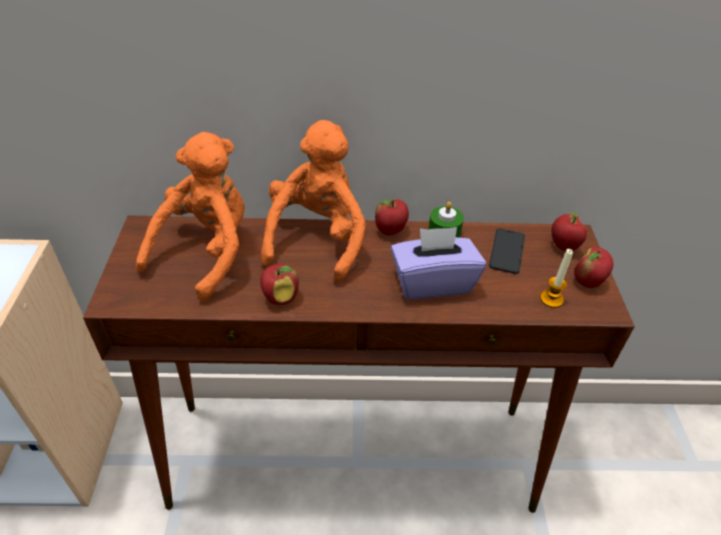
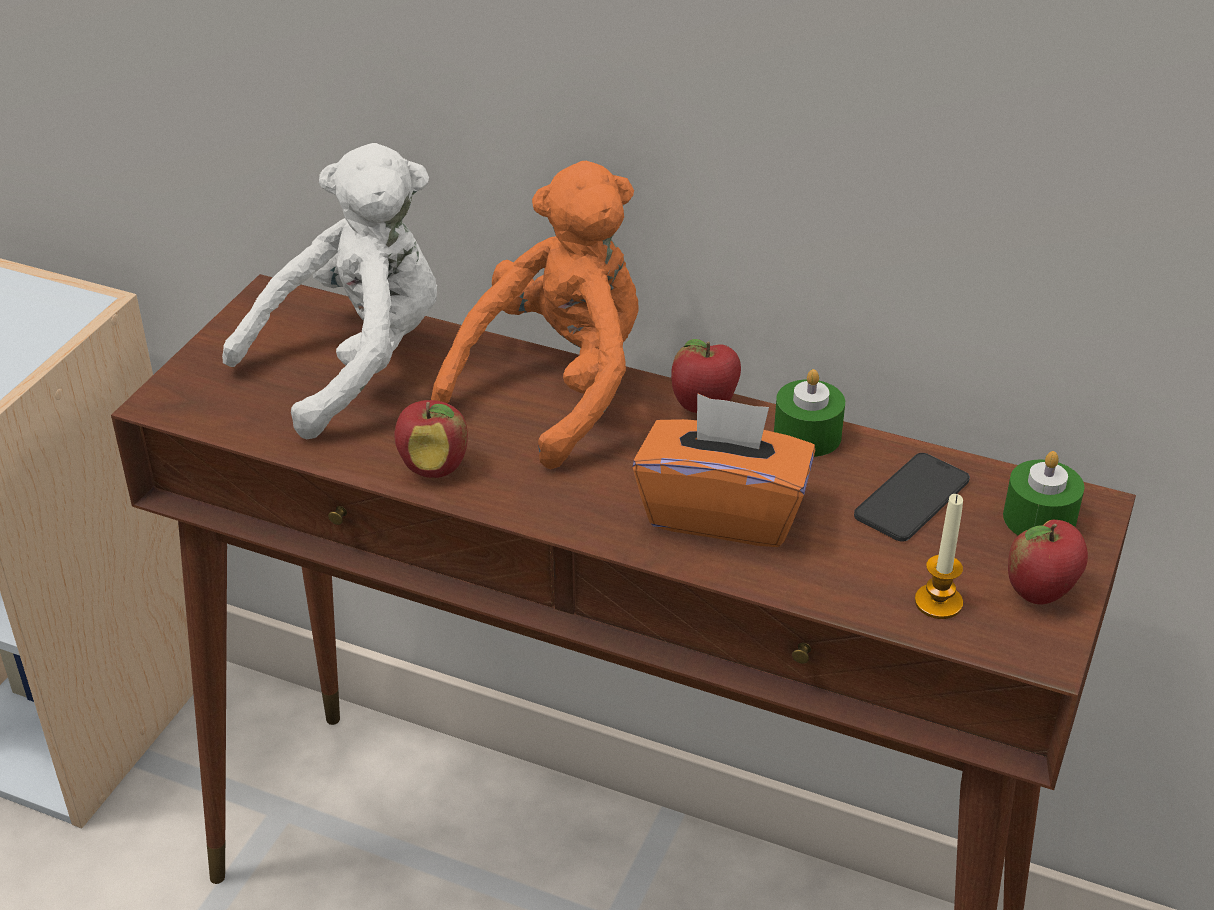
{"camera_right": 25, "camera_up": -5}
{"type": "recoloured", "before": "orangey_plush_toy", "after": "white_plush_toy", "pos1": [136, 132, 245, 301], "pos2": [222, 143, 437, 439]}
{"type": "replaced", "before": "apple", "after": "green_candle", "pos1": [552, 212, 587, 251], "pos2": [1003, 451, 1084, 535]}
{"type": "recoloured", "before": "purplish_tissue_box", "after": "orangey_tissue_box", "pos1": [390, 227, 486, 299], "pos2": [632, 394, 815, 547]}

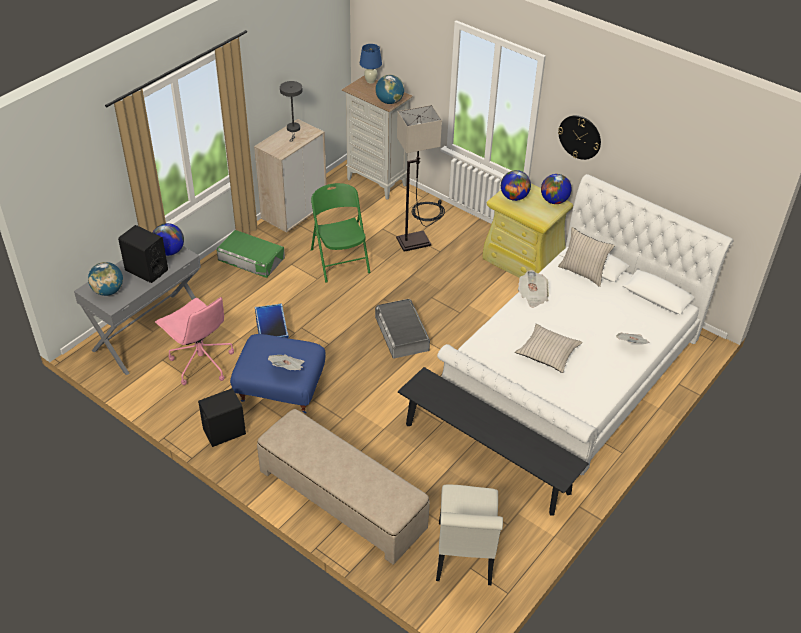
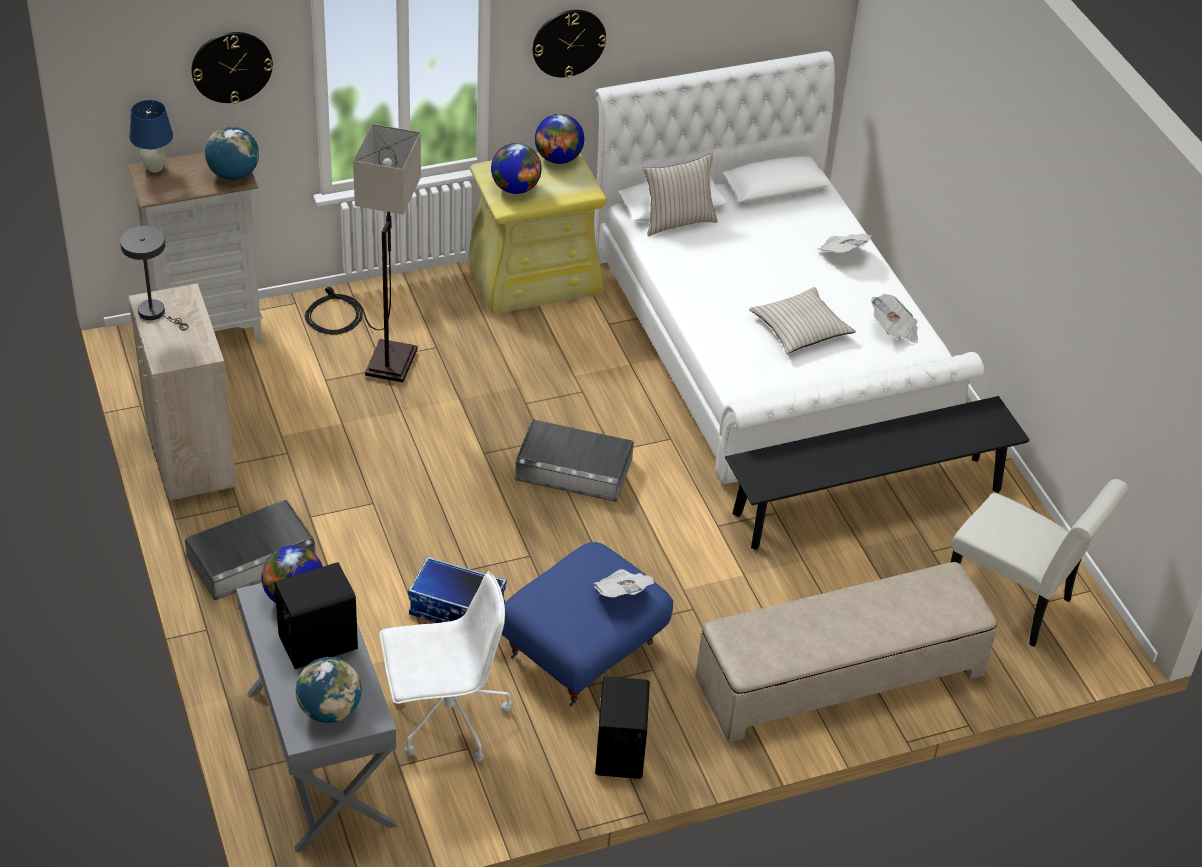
{"camera_right": -60, "camera_up": 0}
{"type": "removed", "before": "green_plain_chair", "pos1": [311, 183, 371, 283]}
{"type": "recoloured", "before": "green_storage_bin", "after": "greyish_storage_bin", "pos1": [217, 230, 285, 278], "pos2": [184, 500, 316, 600]}
{"type": "moved", "before": "newspaper", "pos1": [518, 270, 549, 308], "pos2": [871, 294, 918, 343]}
{"type": "recoloured", "before": "pink_office_chair", "after": "white_office_chair", "pos1": [155, 297, 234, 385], "pos2": [380, 571, 512, 762]}
{"type": "added", "after": "clock_on_the_wall", "pos2": [191, 32, 273, 104]}

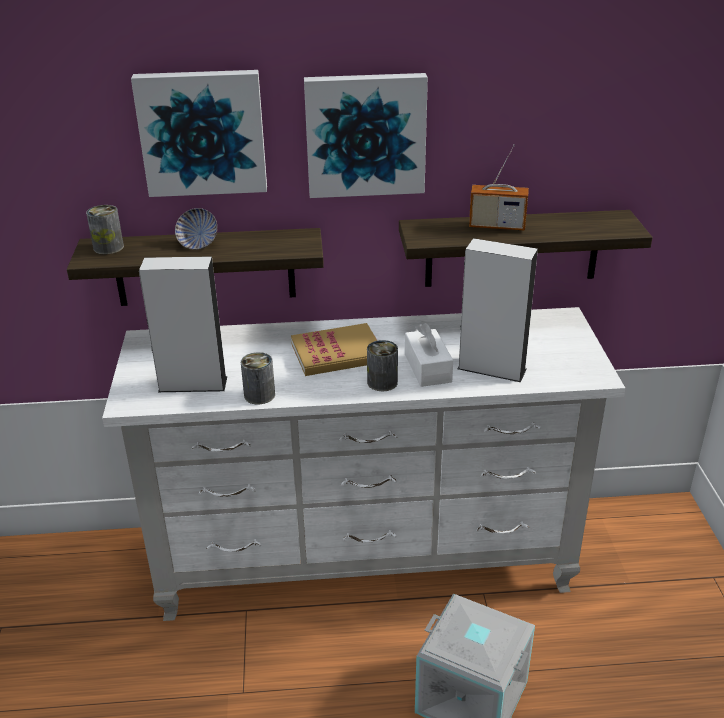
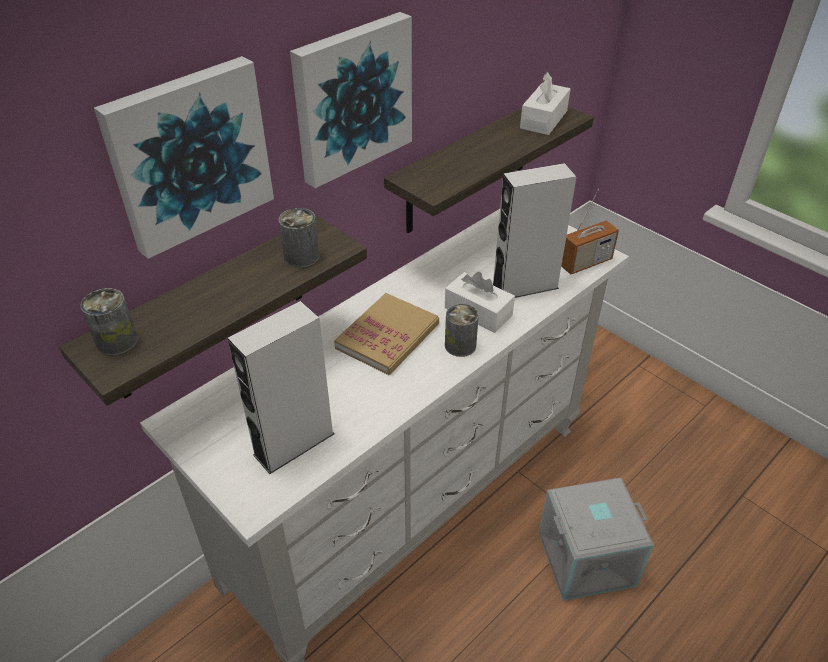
{"camera_right": -40, "camera_up": 10}
{"type": "moved", "before": "radio", "pos1": [469, 144, 529, 231], "pos2": [561, 188, 619, 275]}
{"type": "removed", "before": "serving_bowl", "pos1": [175, 208, 217, 250]}
{"type": "moved", "before": "sealed_can", "pos1": [241, 352, 275, 405], "pos2": [278, 208, 319, 268]}
{"type": "added", "after": "white_tissue_box", "pos2": [520, 72, 570, 135]}

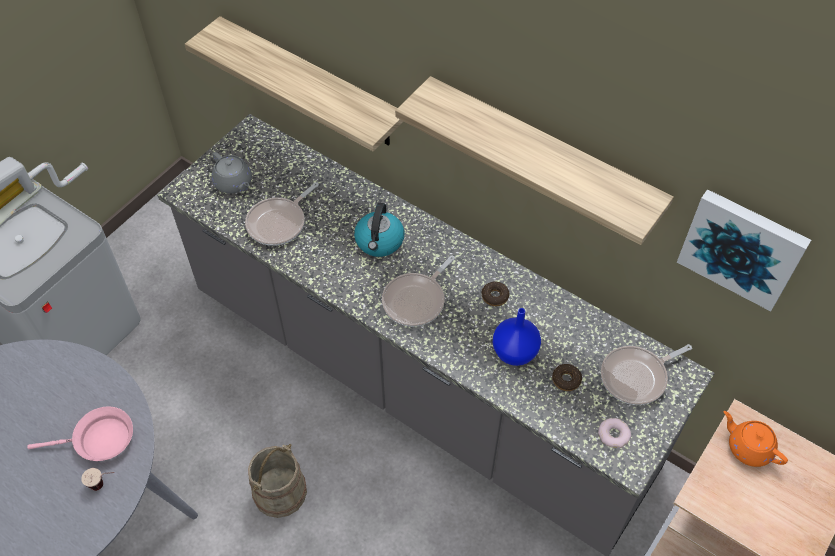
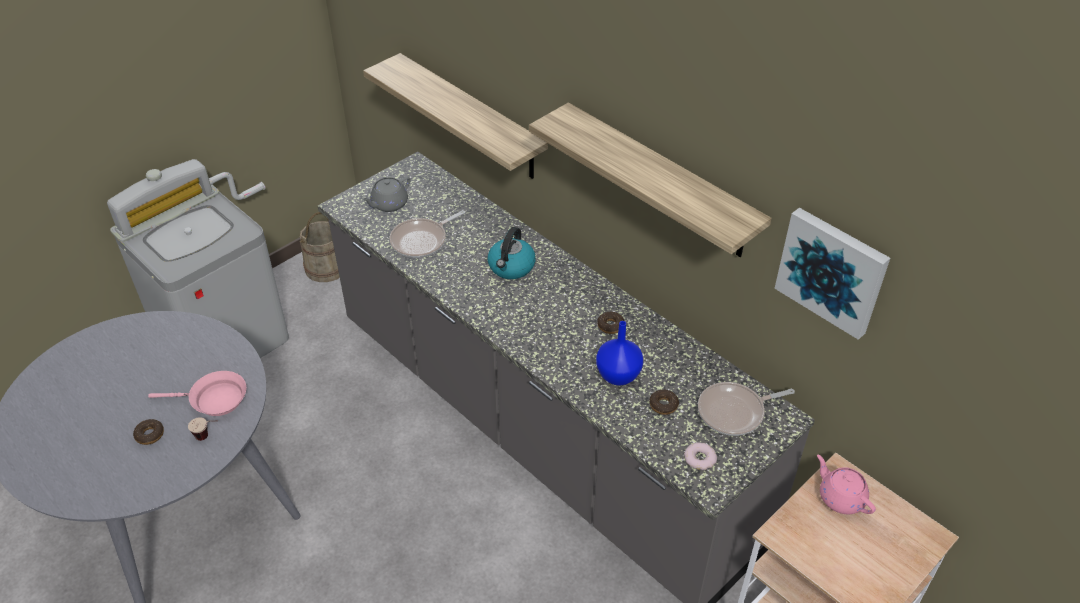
{"camera_right": 10, "camera_up": -10}
{"type": "turned", "before": "greyish_teapot", "pos1": [212, 152, 252, 193], "pos2": [362, 176, 411, 212], "turn": 75}
{"type": "removed", "before": "skillet", "pos1": [382, 256, 455, 327]}
{"type": "recoloured", "before": "orangey_teapot", "after": "pink_teapot", "pos1": [724, 411, 788, 467], "pos2": [817, 455, 876, 514]}
{"type": "moved", "before": "sand-coloured_water_bucket", "pos1": [248, 444, 307, 518], "pos2": [300, 212, 340, 282]}
{"type": "added", "after": "ring_doughnut", "pos2": [133, 419, 164, 445]}

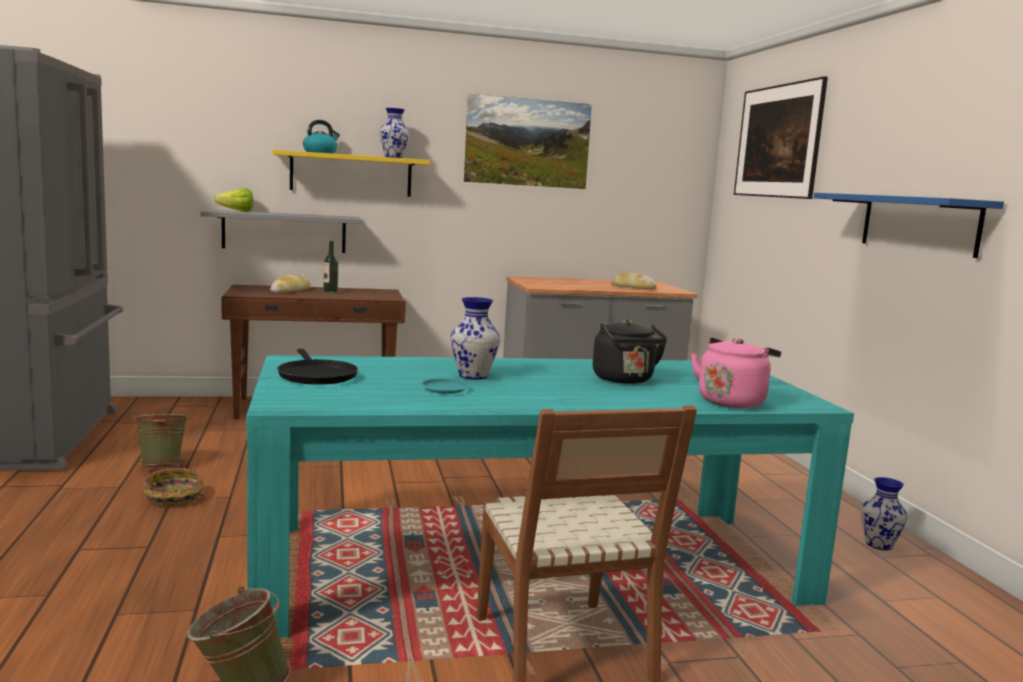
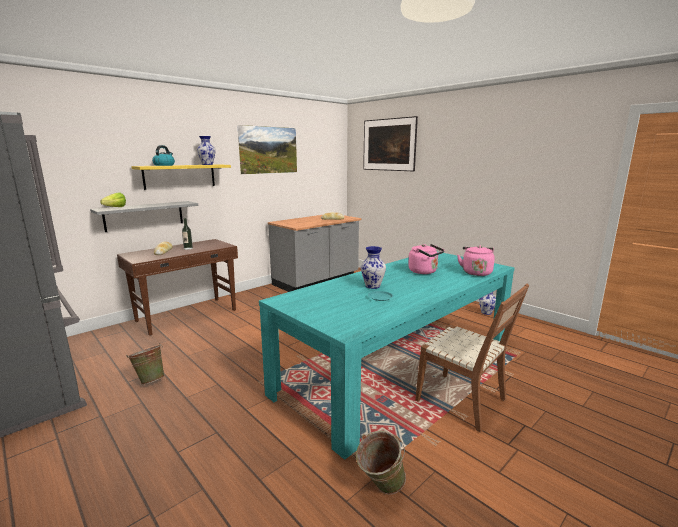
{"camera_right": -30, "camera_up": 5}
{"type": "removed", "before": "bluish_bracket_shelf", "pos1": [813, 193, 1004, 258]}
{"type": "recoloured", "before": "blackish_tea_kettle", "after": "pink_tea_kettle", "pos1": [593, 320, 667, 384], "pos2": [408, 244, 445, 274]}
{"type": "removed", "before": "blackish_skillet", "pos1": [277, 349, 358, 385]}
{"type": "removed", "before": "household_basket", "pos1": [143, 468, 204, 507]}

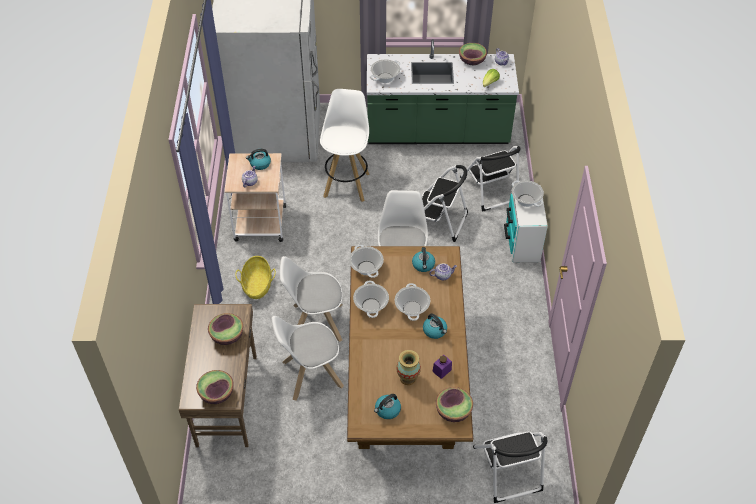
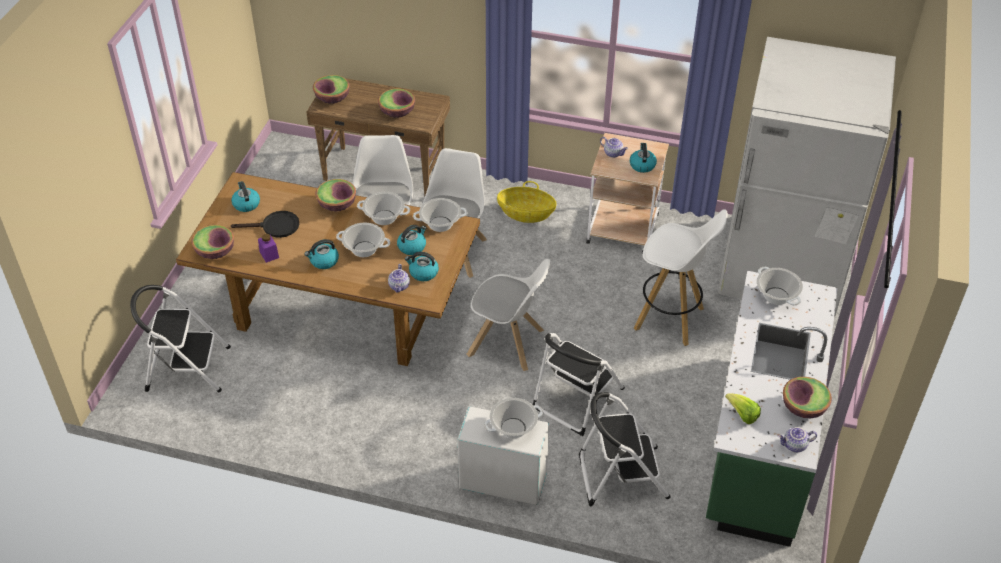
{"camera_right": 105, "camera_up": -5}
{"type": "replaced", "before": "decorative_vase", "after": "blackish_skillet", "pos1": [396, 350, 421, 385], "pos2": [231, 211, 299, 238]}
{"type": "added", "after": "serving_bowl", "pos2": [316, 179, 356, 212]}
{"type": "added", "after": "tea_kettle", "pos2": [397, 225, 426, 255]}

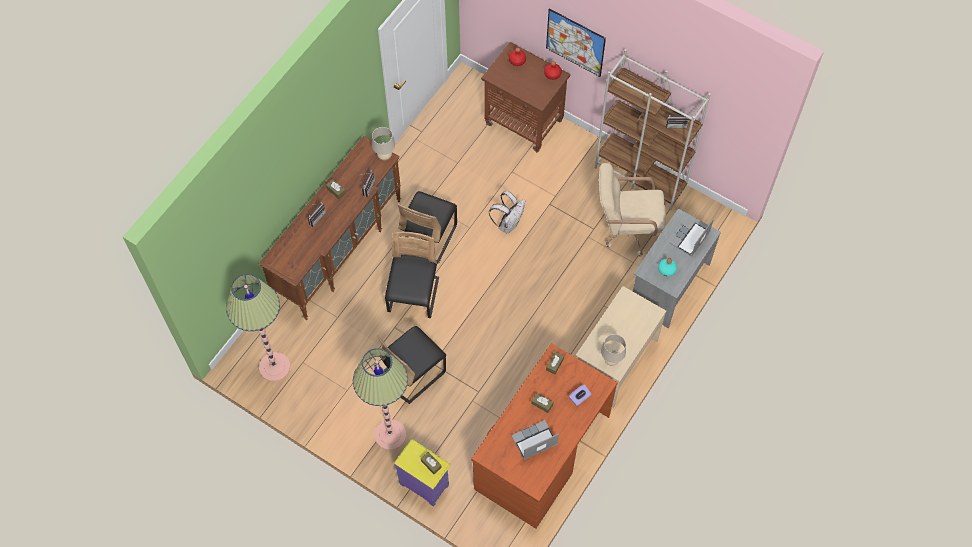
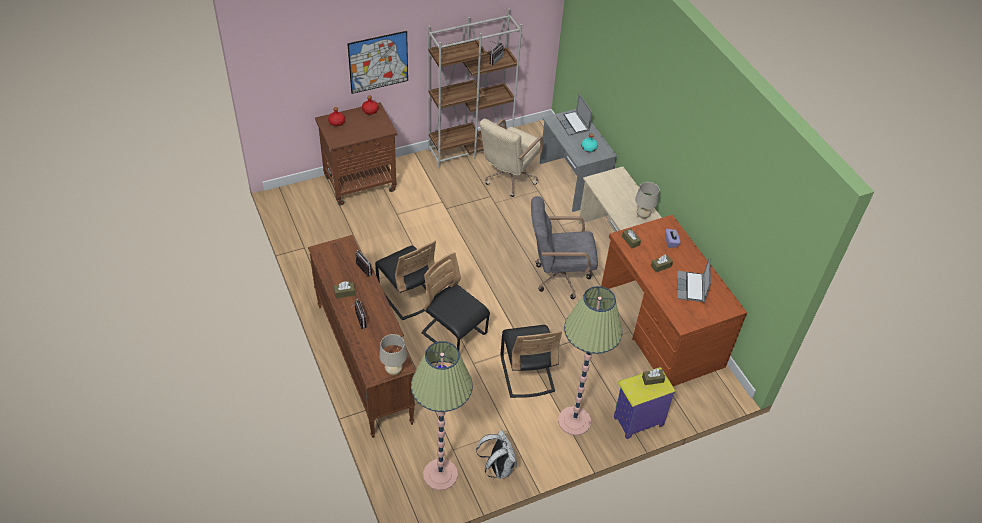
{"camera_right": -60, "camera_up": -15}
{"type": "moved", "before": "sand-coloured_lamp_for_a_table", "pos1": [372, 127, 395, 160], "pos2": [379, 334, 407, 375]}
{"type": "moved", "before": "white_backpack", "pos1": [489, 191, 525, 234], "pos2": [476, 430, 517, 479]}
{"type": "added", "after": "greyish_office_chair", "pos2": [531, 196, 598, 299]}

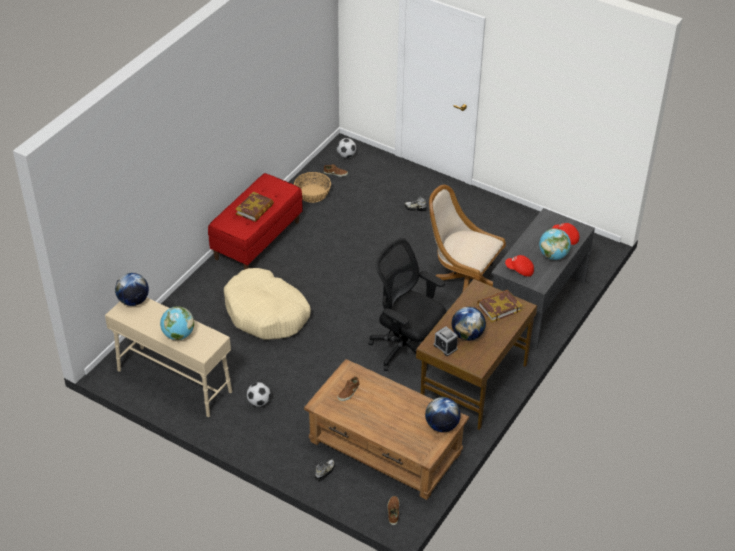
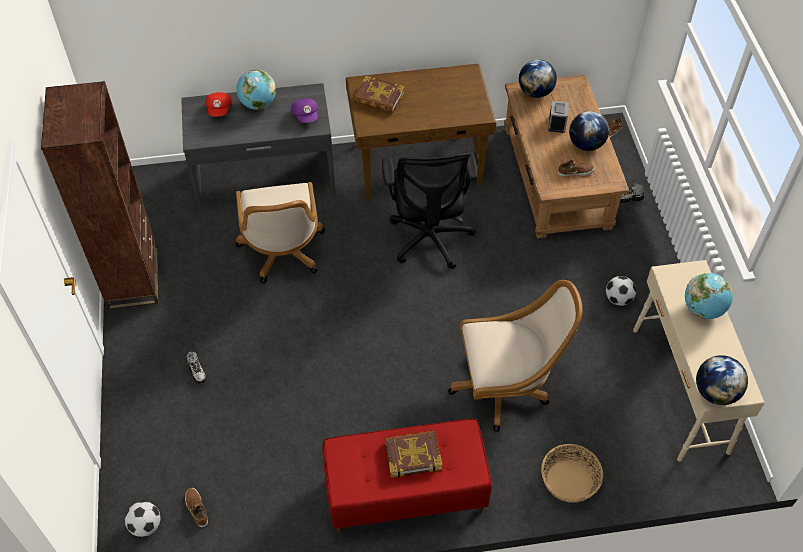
{"camera_right": -130, "camera_up": 10}
{"type": "moved", "before": "household_basket", "pos1": [294, 172, 331, 203], "pos2": [541, 444, 603, 503]}
{"type": "recoloured", "before": "reddish_baseball_cap", "after": "purplish_baseball_cap", "pos1": [505, 255, 534, 277], "pos2": [291, 98, 318, 123]}
{"type": "replaced", "before": "sand-coloured_pet_bed", "after": "office_chair", "pos1": [224, 268, 311, 340], "pos2": [448, 280, 583, 432]}
{"type": "moved", "before": "globe", "pos1": [452, 307, 486, 341], "pos2": [569, 111, 609, 151]}
{"type": "moved", "before": "table_clock", "pos1": [434, 327, 458, 356], "pos2": [548, 101, 569, 133]}
{"type": "added", "after": "brown_bookcase", "pos2": [41, 81, 158, 310]}

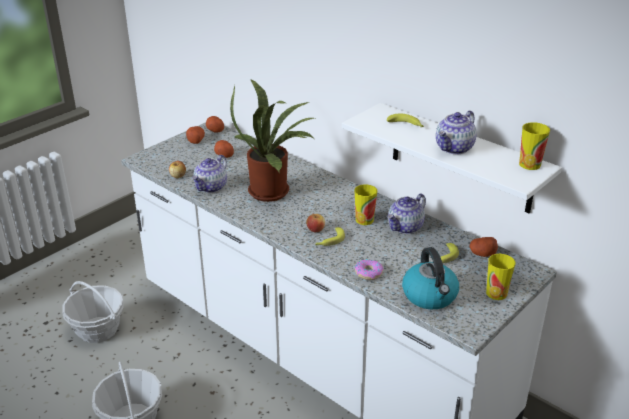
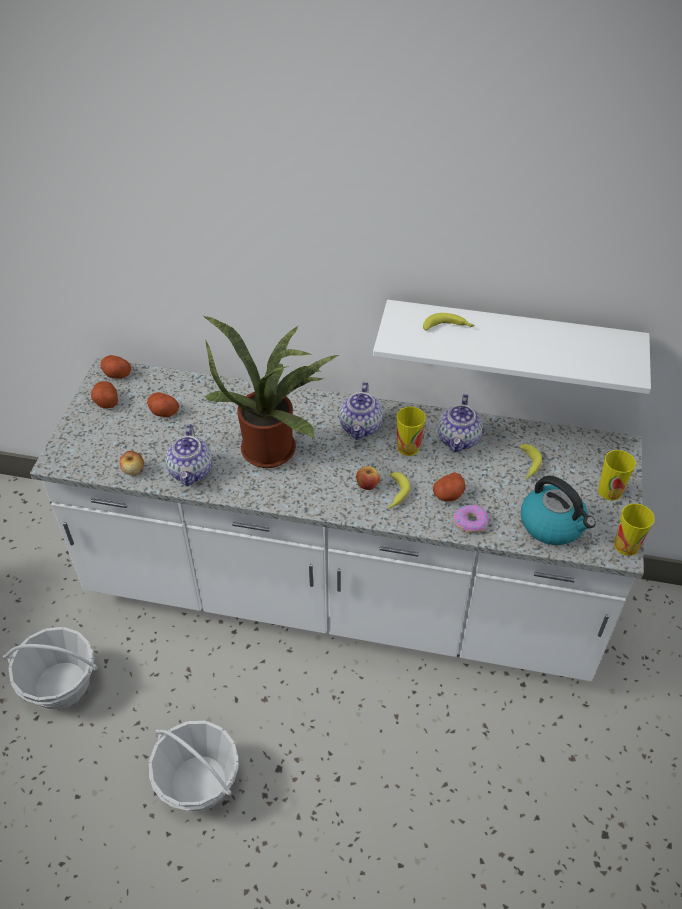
{"camera_right": -30, "camera_up": 15}
{"type": "moved", "before": "teapot", "pos1": [436, 110, 477, 154], "pos2": [339, 382, 383, 440]}
{"type": "moved", "before": "small_cup", "pos1": [519, 122, 550, 170], "pos2": [614, 503, 655, 556]}
{"type": "moved", "before": "whole_potato", "pos1": [470, 237, 498, 257], "pos2": [433, 472, 466, 502]}

